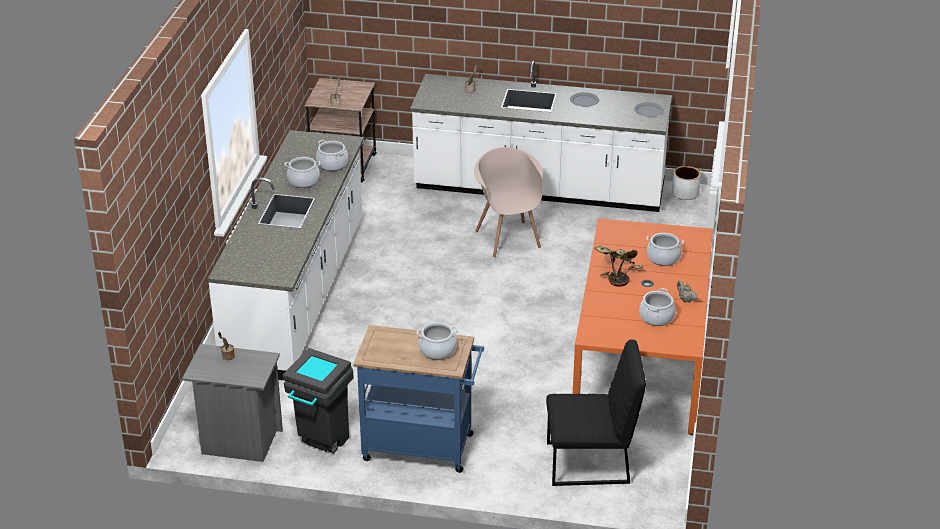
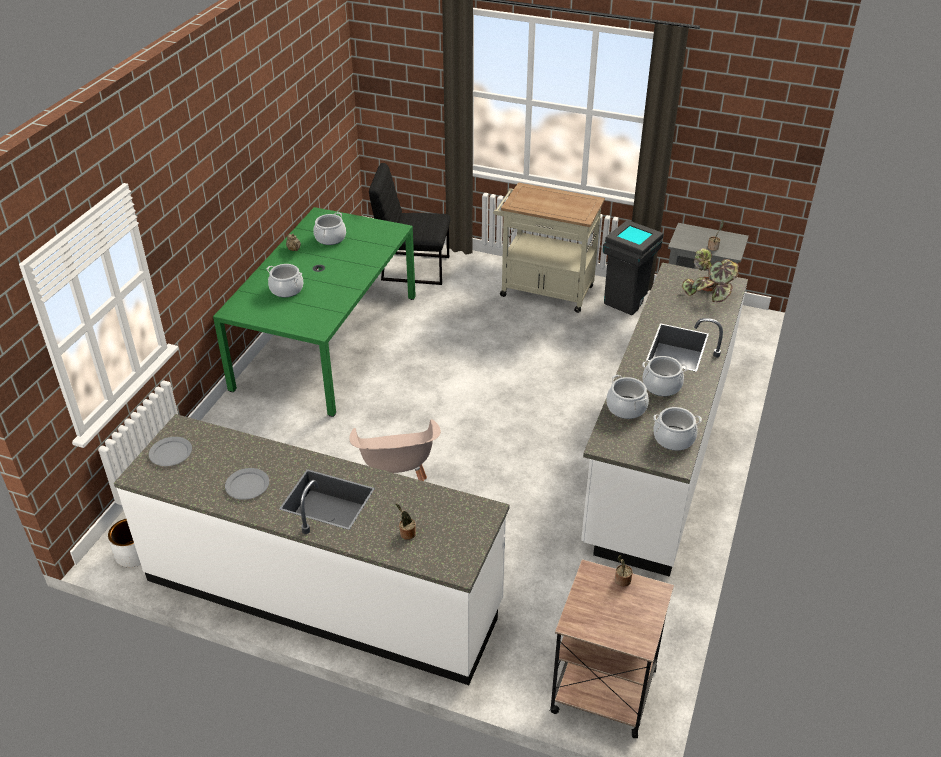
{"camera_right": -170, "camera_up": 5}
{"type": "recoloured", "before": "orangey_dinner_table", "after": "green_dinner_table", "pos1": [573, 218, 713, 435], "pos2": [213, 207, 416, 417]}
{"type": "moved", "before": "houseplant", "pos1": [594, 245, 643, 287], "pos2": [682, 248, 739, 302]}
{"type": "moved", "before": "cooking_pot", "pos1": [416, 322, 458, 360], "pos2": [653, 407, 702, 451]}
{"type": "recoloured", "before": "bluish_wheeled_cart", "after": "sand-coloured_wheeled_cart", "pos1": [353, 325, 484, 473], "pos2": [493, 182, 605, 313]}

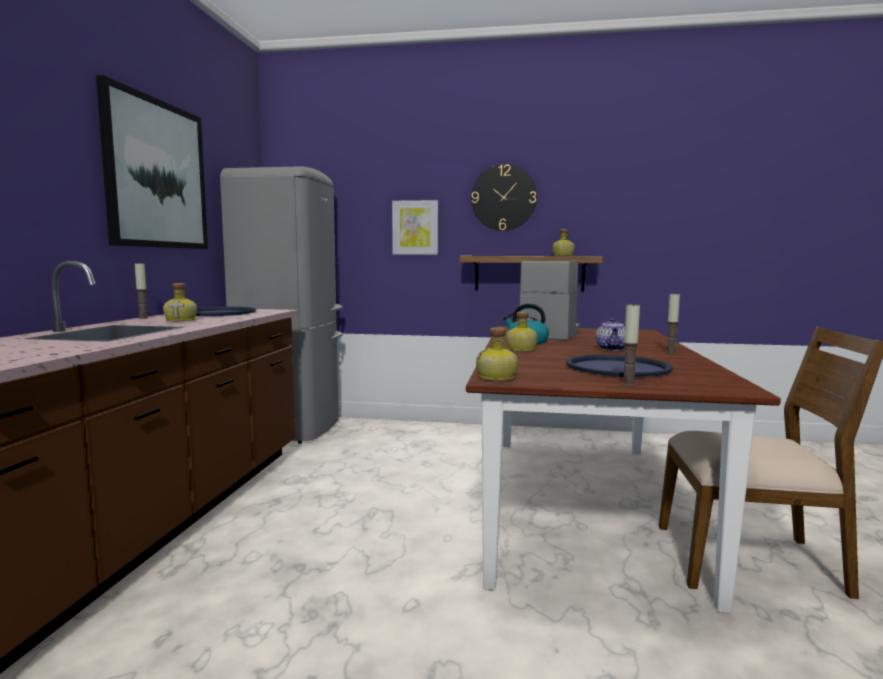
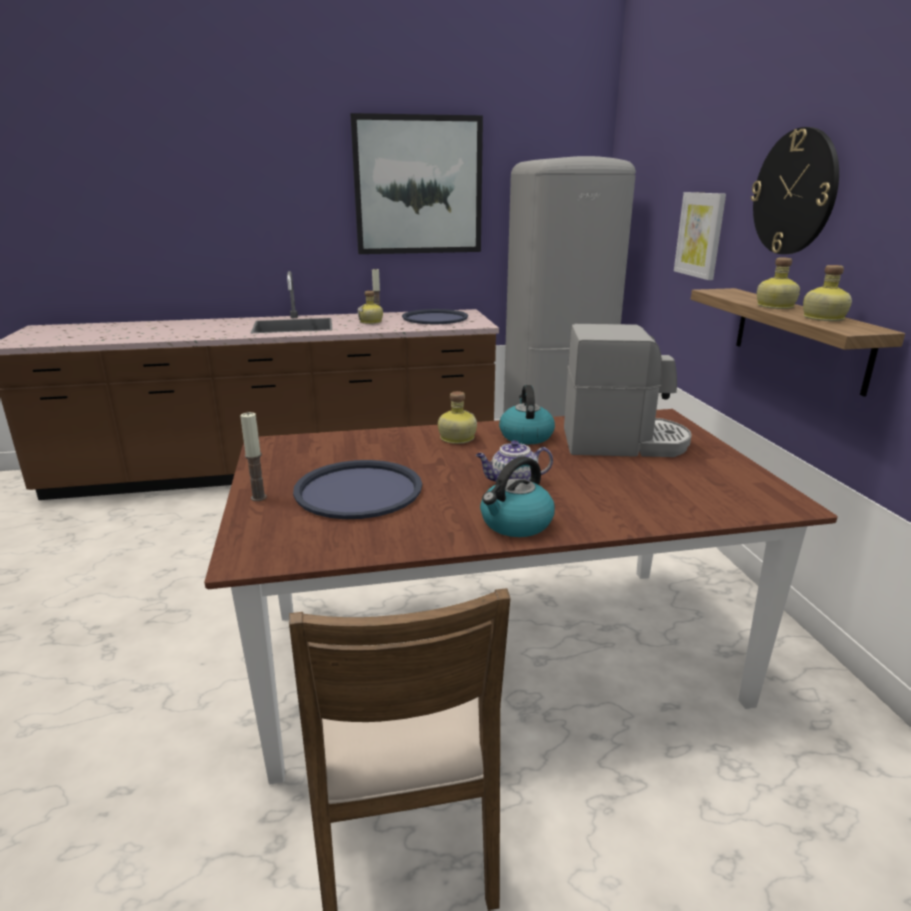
{"camera_right": 70, "camera_up": 15}
{"type": "replaced", "before": "candle", "after": "tea_kettle", "pos1": [666, 292, 680, 354], "pos2": [480, 456, 555, 537]}
{"type": "moved", "before": "beverage_bottle", "pos1": [476, 327, 518, 381], "pos2": [757, 257, 800, 309]}

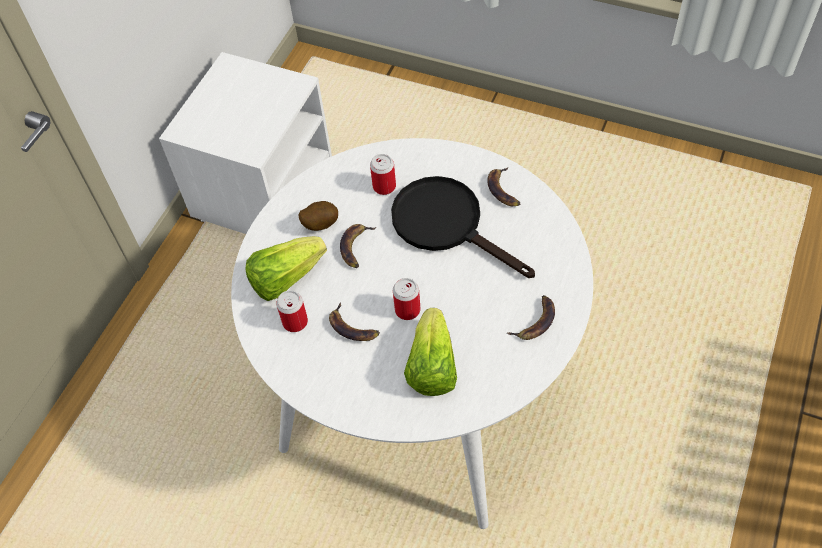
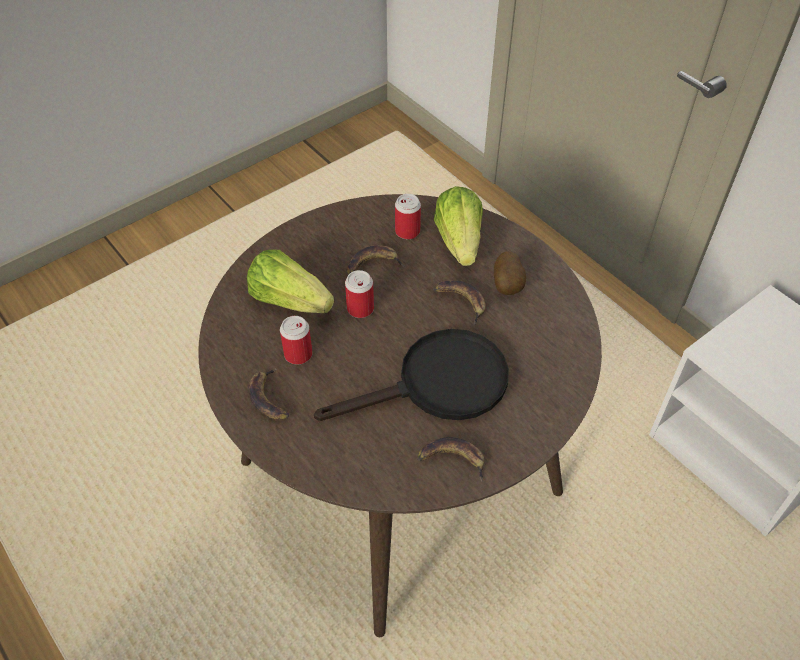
{"camera_right": 115, "camera_up": -5}
{"type": "recoloured", "before": "white_dinner_table", "after": "brown_dinner_table", "pos1": [231, 138, 593, 529], "pos2": [198, 194, 602, 637]}
{"type": "moved", "before": "sealed_can", "pos1": [370, 154, 396, 195], "pos2": [280, 316, 312, 365]}

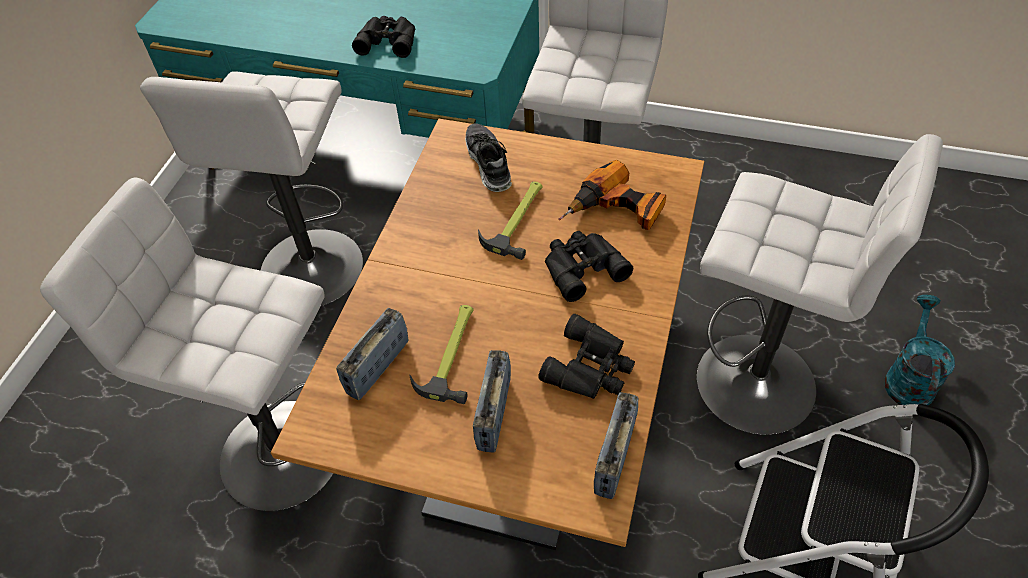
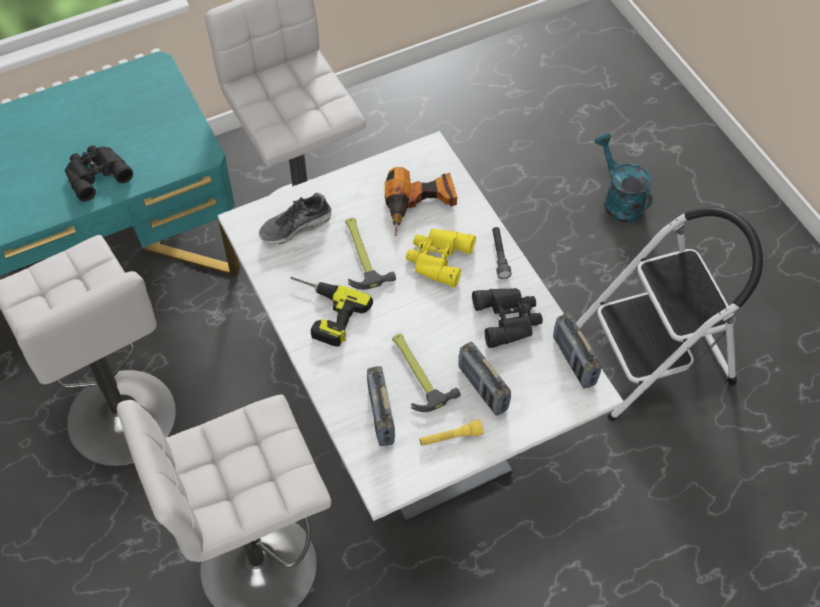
{"camera_right": -45, "camera_up": 5}
{"type": "recoloured", "before": "brown_dinner_table", "after": "white_dinner_table", "pos1": [270, 119, 704, 550], "pos2": [218, 131, 624, 523]}
{"type": "turned", "before": "low_shoe", "pos1": [465, 124, 512, 192], "pos2": [259, 193, 332, 244], "turn": -60}
{"type": "removed", "before": "white_stool_seat", "pos1": [697, 134, 943, 435]}
{"type": "recoloured", "before": "blackish_pair_of_binoculars", "after": "yellow-coloured_pair_of_binoculars", "pos1": [545, 231, 633, 302], "pos2": [406, 229, 476, 287]}
{"type": "added", "after": "greyish_hand_torch", "pos2": [492, 227, 512, 279]}
{"type": "added", "after": "drill", "pos2": [291, 277, 373, 346]}
{"type": "added", "after": "yellow-coloured_hand_torch", "pos2": [420, 420, 483, 446]}

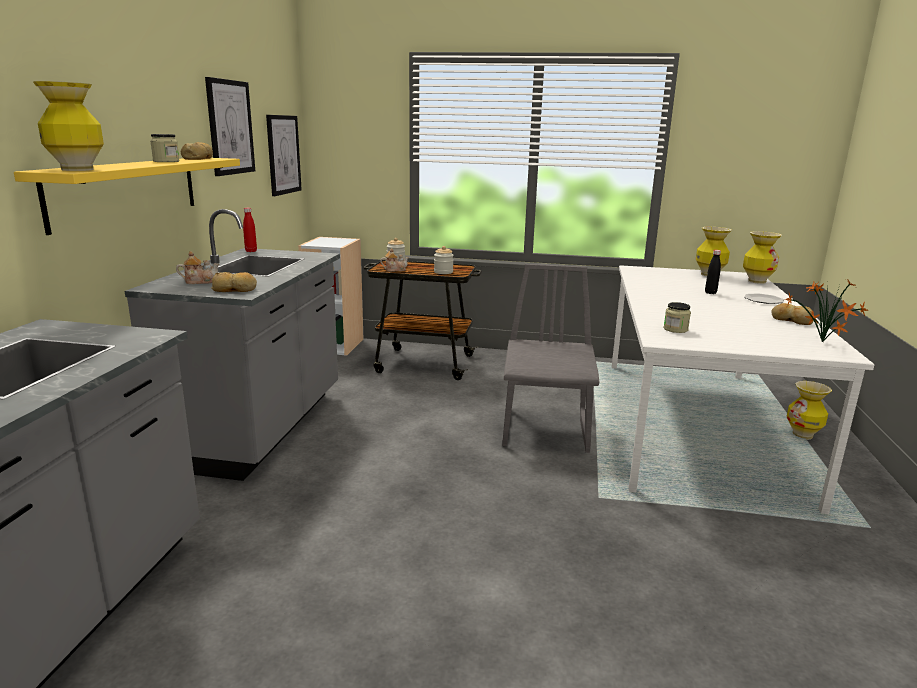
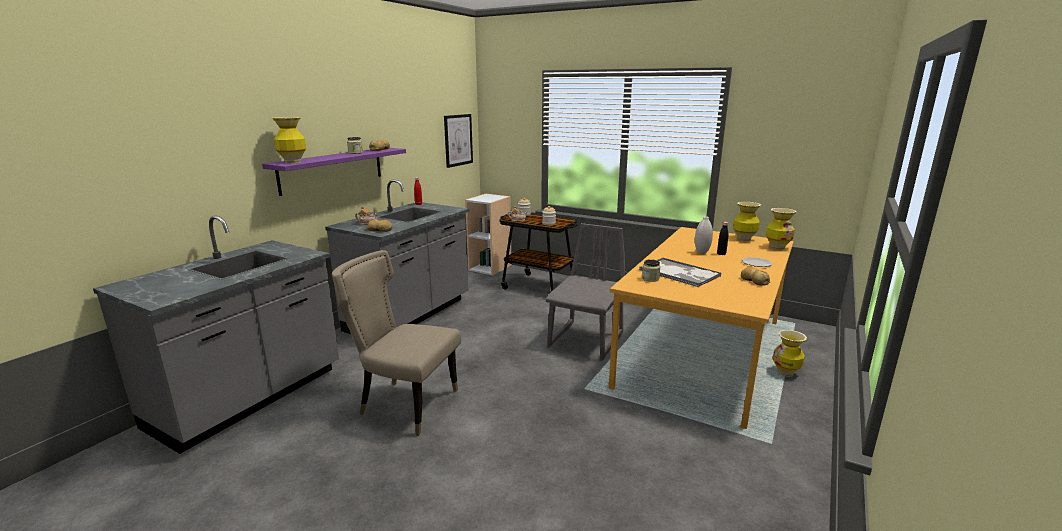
{"camera_right": 20, "camera_up": 0}
{"type": "removed", "before": "wall_picture", "pos1": [205, 77, 255, 176]}
{"type": "recoloured", "before": "yellow-coloured_bracket_shelf", "after": "purplish_bracket_shelf", "pos1": [14, 158, 240, 235], "pos2": [262, 148, 406, 196]}
{"type": "recoloured", "before": "white_dinner_table", "after": "orangey_dinner_table", "pos1": [612, 265, 875, 514], "pos2": [609, 227, 794, 429]}
{"type": "removed", "before": "houseplant", "pos1": [785, 279, 868, 343]}
{"type": "added", "after": "white_decorative_vase", "pos2": [695, 216, 713, 254]}
{"type": "added", "after": "sand-coloured_plain_chair", "pos2": [332, 250, 461, 436]}
{"type": "added", "after": "carrying_tray", "pos2": [639, 258, 721, 287]}

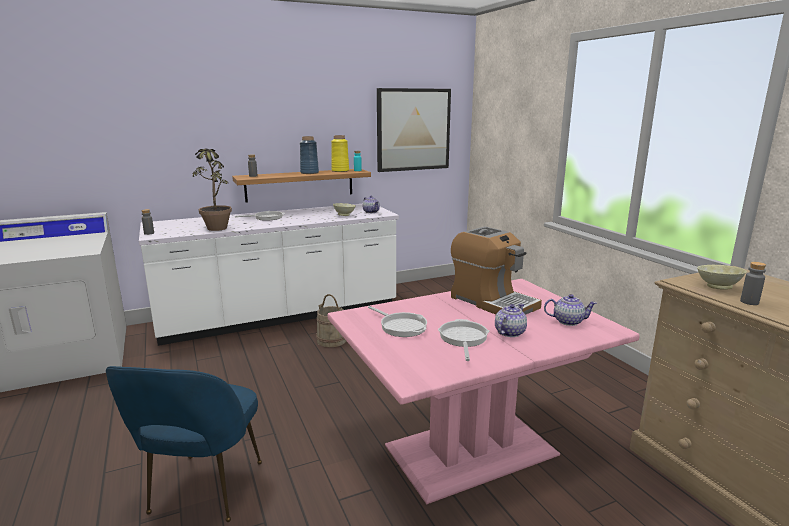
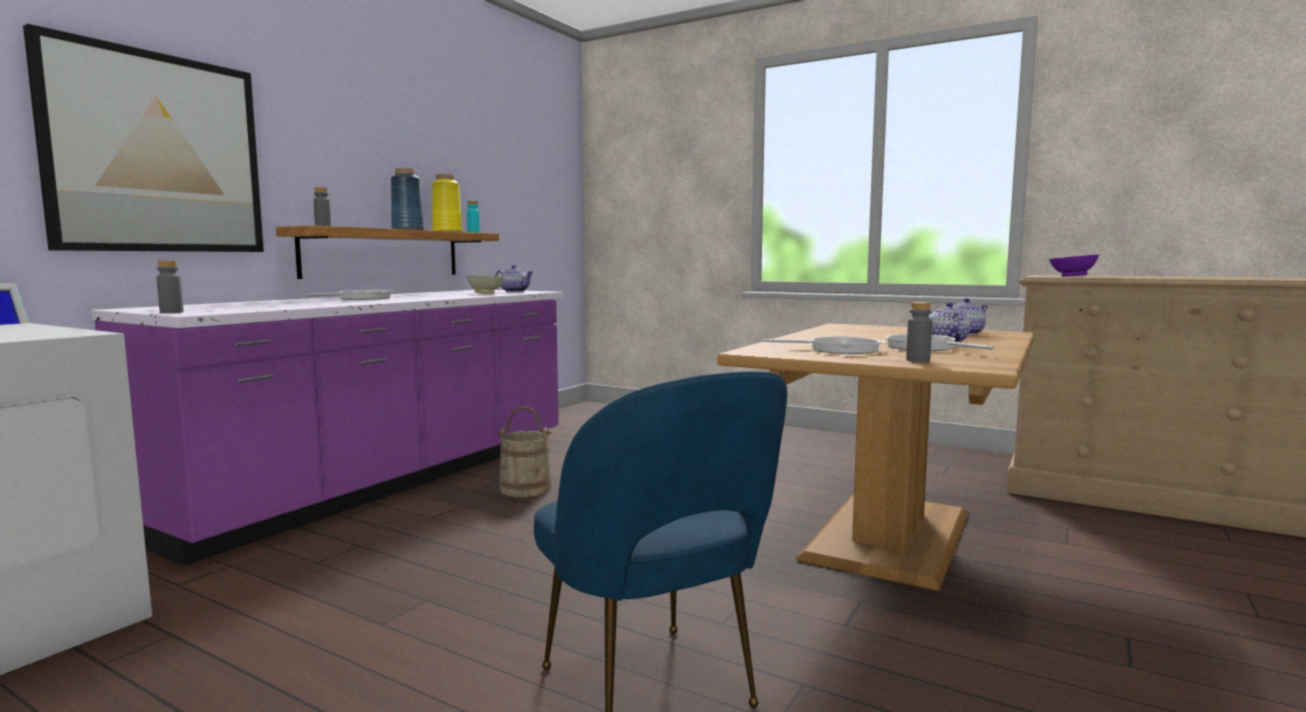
{"camera_right": -35, "camera_up": -10}
{"type": "moved", "before": "wall_picture", "pos1": [377, 88, 451, 172], "pos2": [23, 24, 264, 252]}
{"type": "removed", "before": "houseplant", "pos1": [192, 147, 232, 231]}
{"type": "recoloured", "before": "white_counter", "after": "purplish_counter", "pos1": [139, 204, 399, 346], "pos2": [91, 290, 562, 566]}
{"type": "removed", "before": "coffee_maker", "pos1": [451, 226, 542, 315]}
{"type": "moved", "before": "greyish_beverage_bottle", "pos1": [740, 262, 766, 305], "pos2": [906, 302, 932, 362]}
{"type": "recoloured", "before": "sand-coloured_serving_bowl", "after": "purplish_serving_bowl", "pos1": [697, 265, 747, 290], "pos2": [1049, 255, 1099, 277]}
{"type": "recoloured", "before": "pink_dinner_table", "after": "brown_dinner_table", "pos1": [328, 279, 640, 504], "pos2": [717, 323, 1035, 591]}

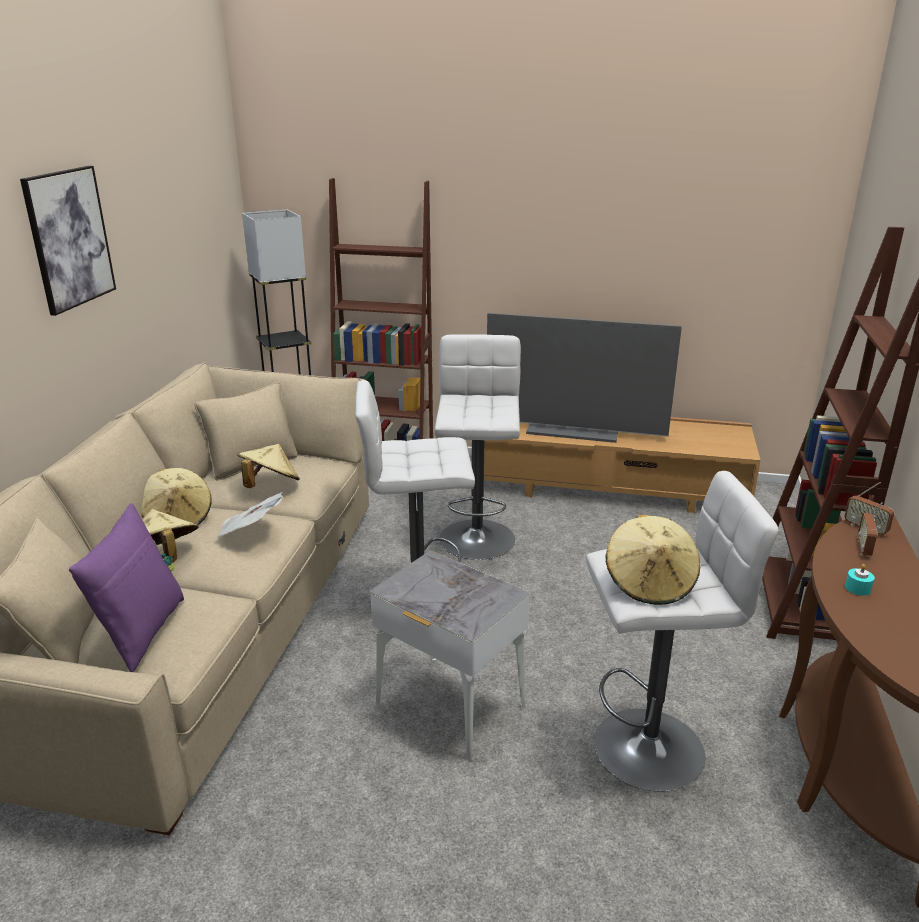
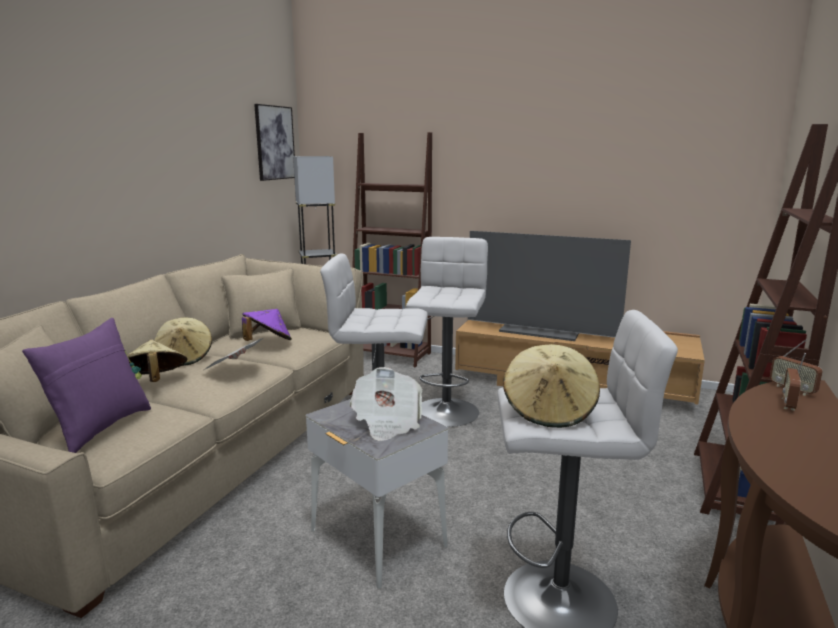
{"camera_right": 10, "camera_up": -10}
{"type": "moved", "before": "wall_picture", "pos1": [20, 166, 116, 316], "pos2": [254, 104, 295, 181]}
{"type": "recoloured", "before": "sand-coloured_wearable_hat", "after": "purplish_wearable_hat", "pos1": [237, 444, 300, 488], "pos2": [242, 309, 292, 341]}
{"type": "removed", "before": "turquoise_candle", "pos1": [845, 564, 875, 596]}
{"type": "added", "after": "newspaper", "pos2": [350, 367, 422, 441]}

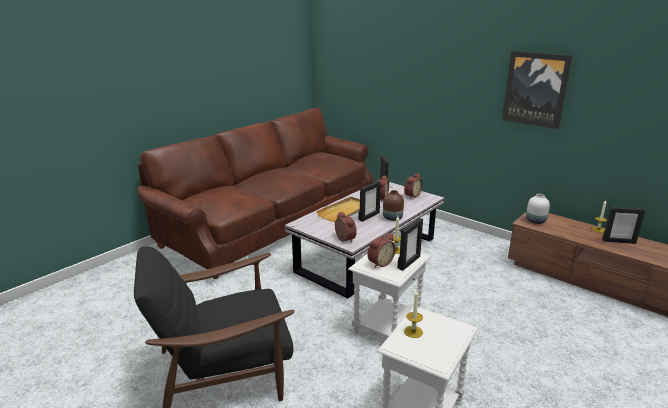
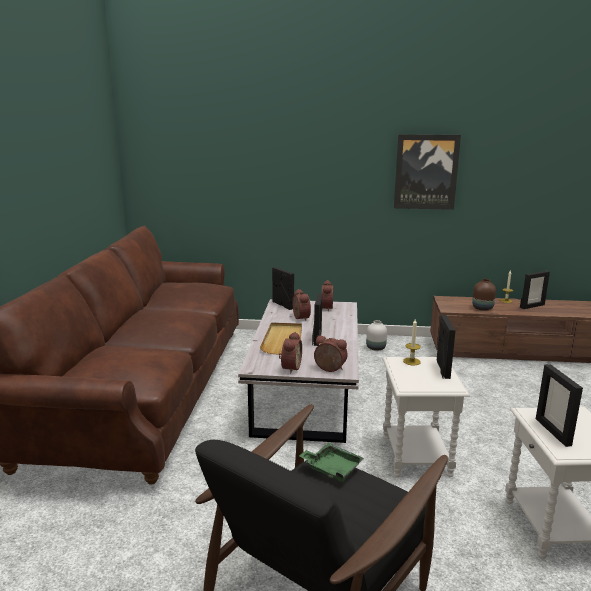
{"camera_right": -35, "camera_up": -5}
{"type": "moved", "before": "brown_decorative_vase", "pos1": [383, 190, 404, 221], "pos2": [472, 279, 496, 311]}
{"type": "moved", "before": "white_decorative_vase", "pos1": [526, 194, 550, 224], "pos2": [366, 320, 387, 351]}
{"type": "moved", "before": "table_clock", "pos1": [367, 233, 396, 268], "pos2": [279, 332, 302, 374]}
{"type": "replaced", "before": "candle", "after": "standing_frame", "pos1": [404, 290, 423, 338], "pos2": [536, 364, 583, 447]}
{"type": "added", "after": "green_carrying_tray", "pos2": [299, 443, 364, 482]}

